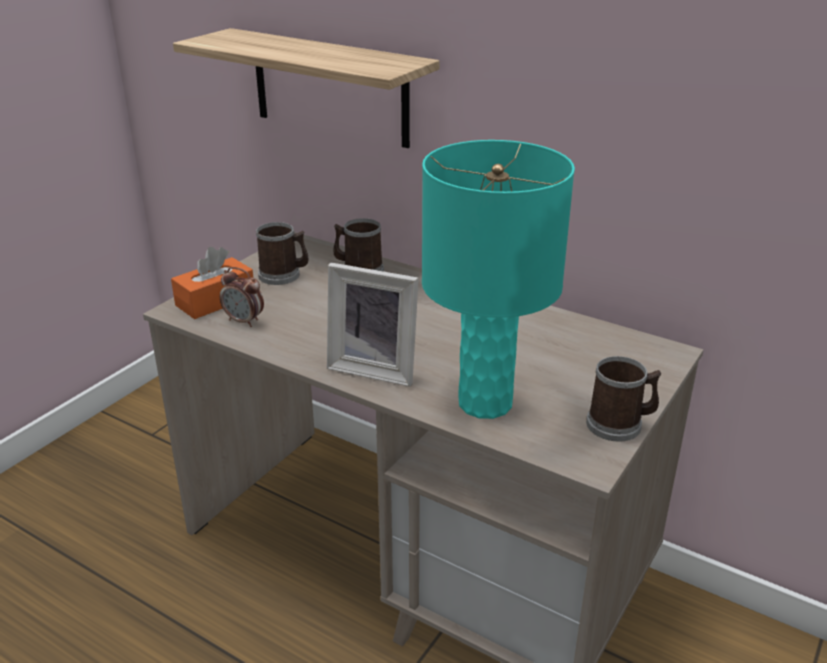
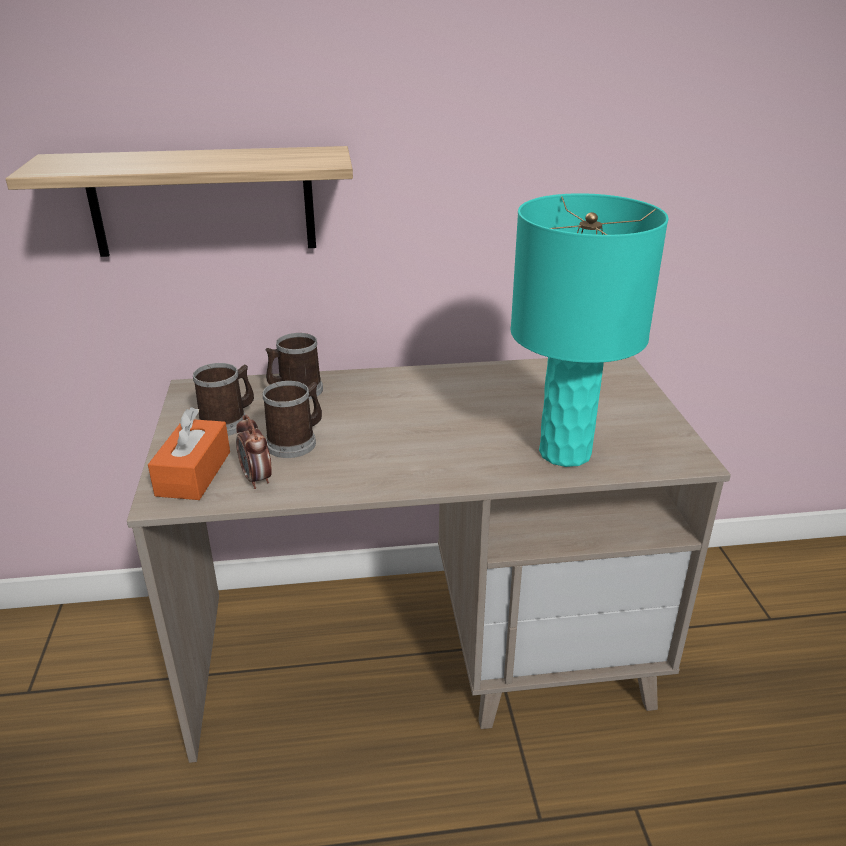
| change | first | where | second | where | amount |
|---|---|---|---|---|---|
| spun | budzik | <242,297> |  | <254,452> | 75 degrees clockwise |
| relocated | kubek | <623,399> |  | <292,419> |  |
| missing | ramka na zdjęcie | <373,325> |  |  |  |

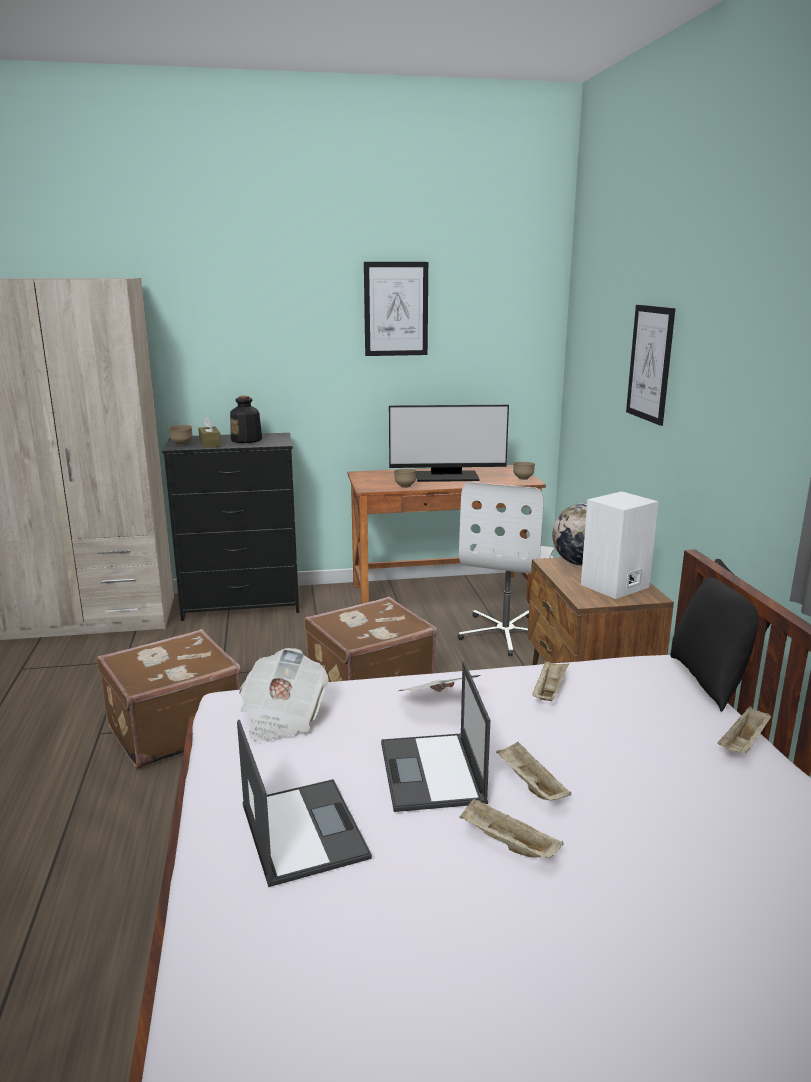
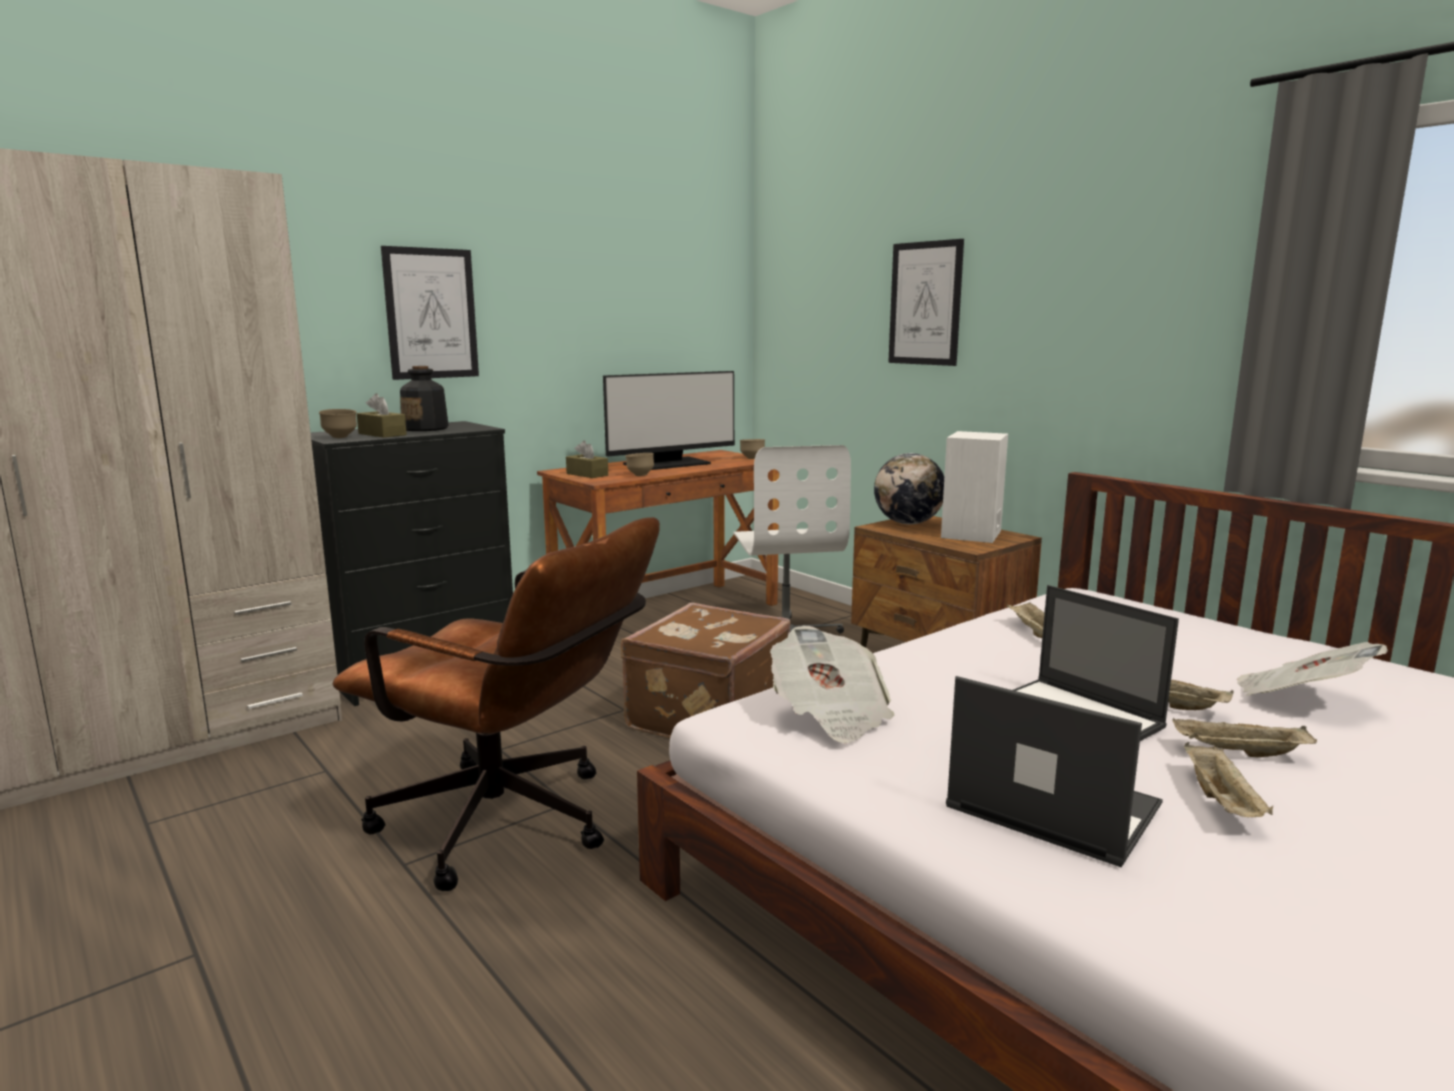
| change | first | where | second | where | amount |
|---|---|---|---|---|---|
| exchanged | walizka (brązowy) | <168,699> | krzesło biurowe (brązowy) | <496,704> |  |
| relocated | obraz | <396,309> |  | <430,313> |  |
| appeared |  |  | pudełko chusteczek (brązowy) | <587,459> |  |
| relocated | taca (beżowy) | <744,729> |  | <1228,779> |  |
| relocated | gazeta | <439,683> |  | <1312,669> |  |
| missing | poduszka (czarny) | <720,635> |  |  |  |

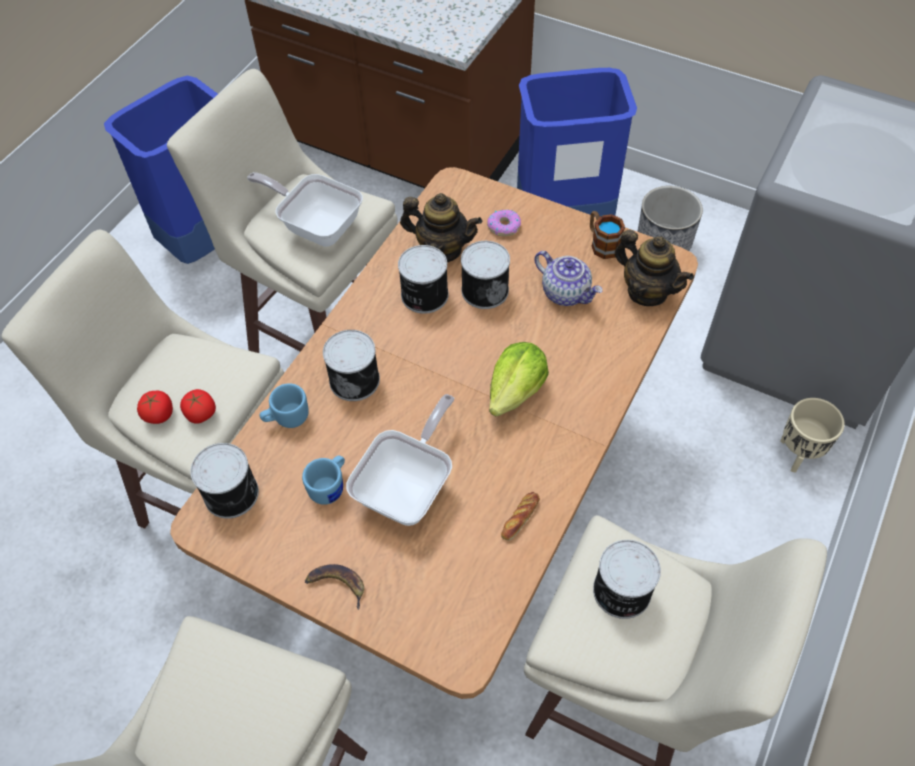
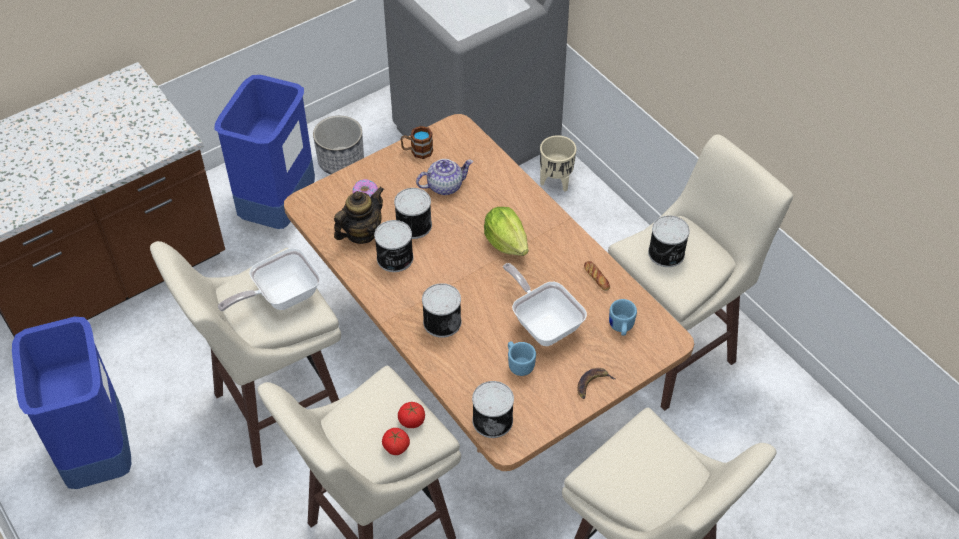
| change | first | where | second | where | amount |
|---|---|---|---|---|---|
| relocated | kubek (niebieski) | <284,405> |  | <623,317> |  |
| missing | imbryk | <654,267> |  |  |  |

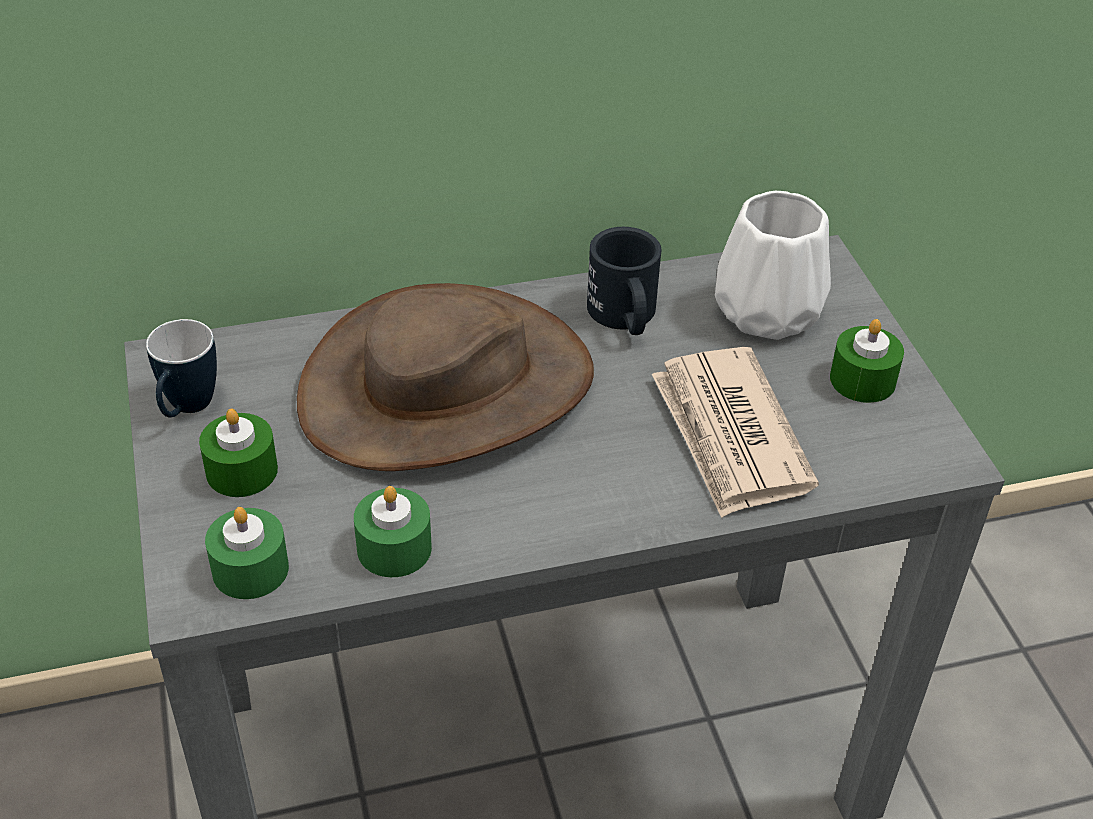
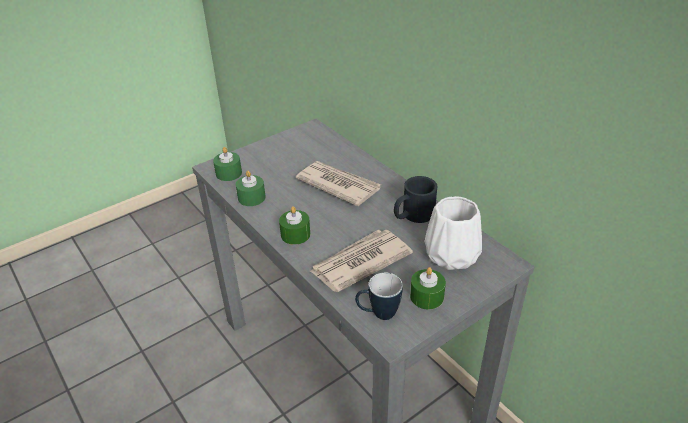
| change | first | where | second | where | amount |
|---|---|---|---|---|---|
| relocated | świeca (zielony) | <238,453> |  | <294,225> |  |
| exchanged | kapelusz (brązowy) | <445,377> | gazeta | <338,183> |  |
| relocated | kubek | <181,368> |  | <379,296> |  |

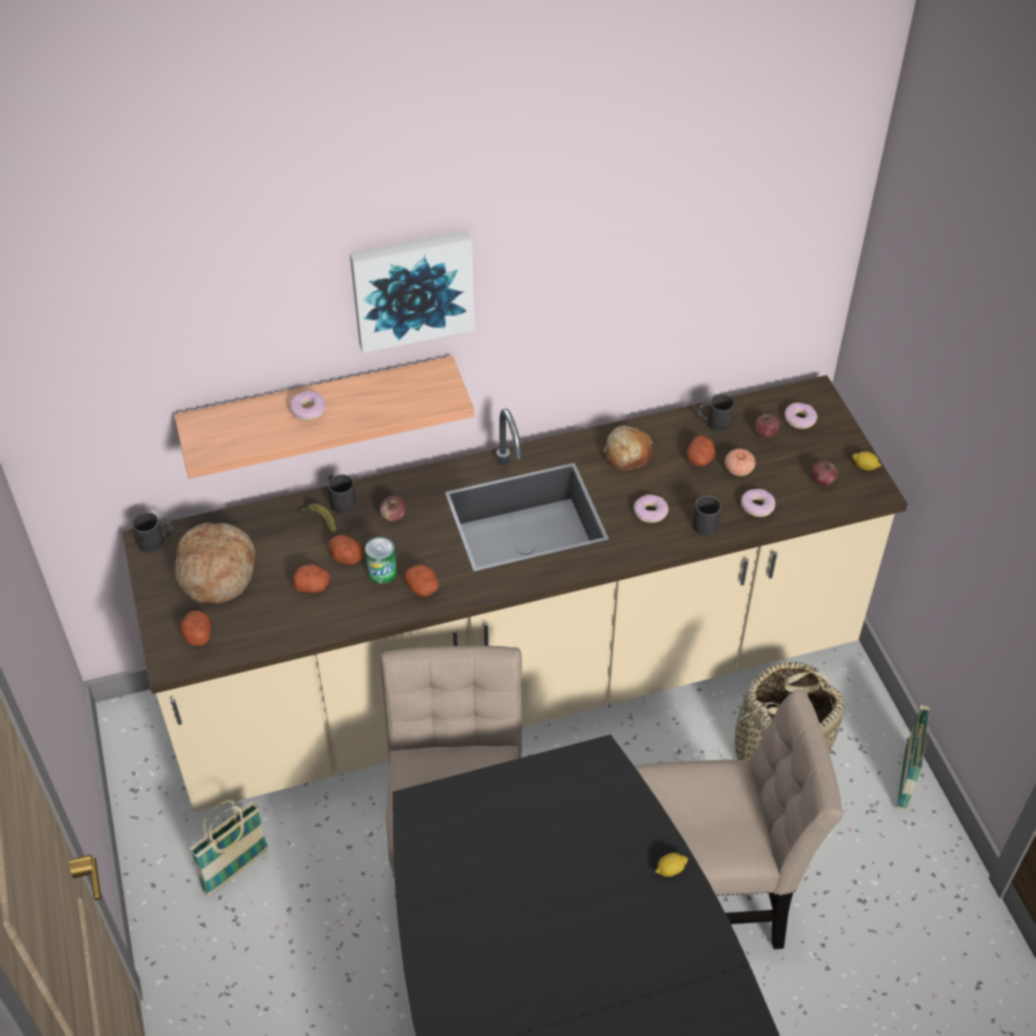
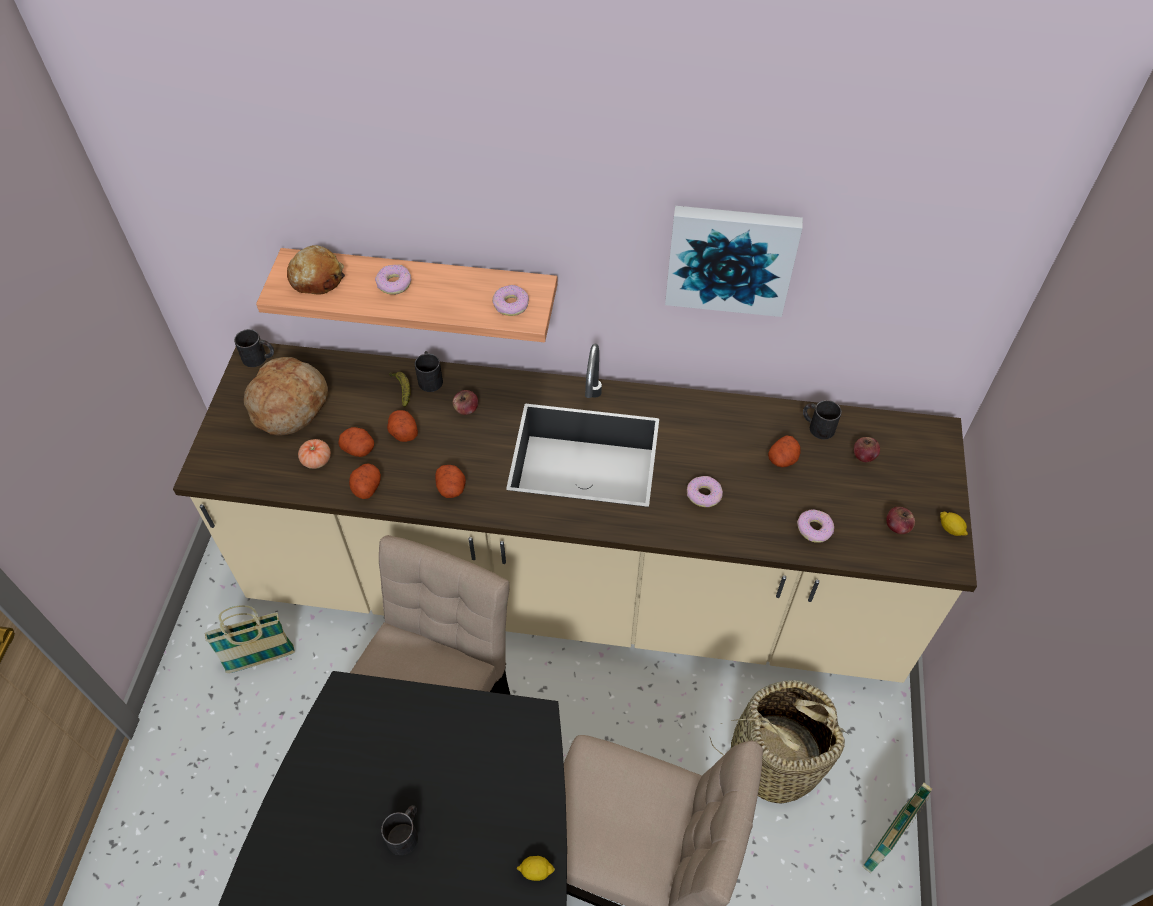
| change | first | where | second | where | amount |
|---|---|---|---|---|---|
| relocated | chleb | <628,448> |  | <316,269> |  |
| relocated | pomidor | <740,462> |  | <314,454> |  |
| relocated | ziemniak | <195,628> |  | <365,481> |  |
| relocated | kubek (czarny) | <706,514> |  | <399,830> |  |
| relocated | donut | <801,415> |  | <510,300> |  |
| relocated | obraz | <412,291> |  | <734,261> |  |
| missing | puszka | <381,560> |  |  |  |

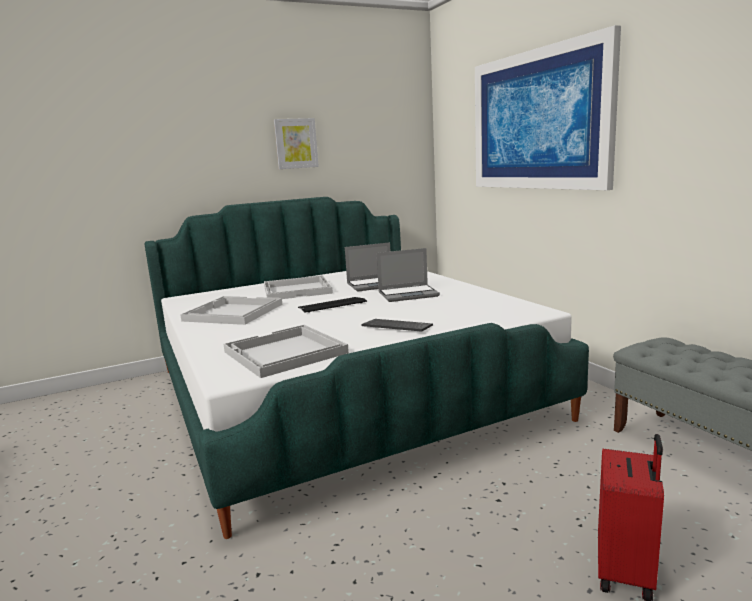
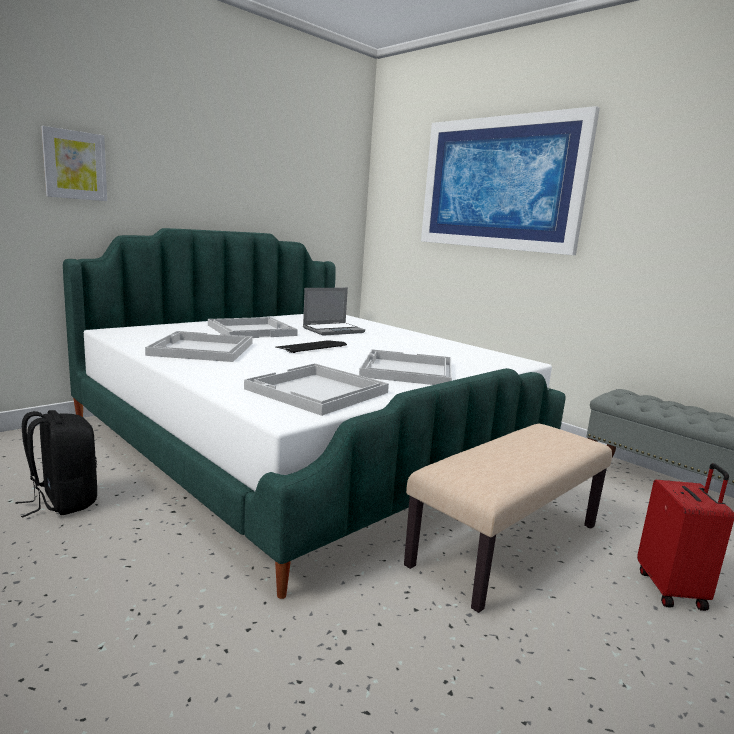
| change | first | where | second | where | amount |
|---|---|---|---|---|---|
| appeared |  |  | plecak (czarny) | <56,464> |  |
| relocated | obraz | <296,143> |  | <74,163> |  |
| exchanged | klawiatura | <397,325> | taca (biały) | <405,367> |  |
| appeared |  |  | ławka (beżowy) | <508,518> |  |
| missing | laptop | <408,275> |  |  |  |

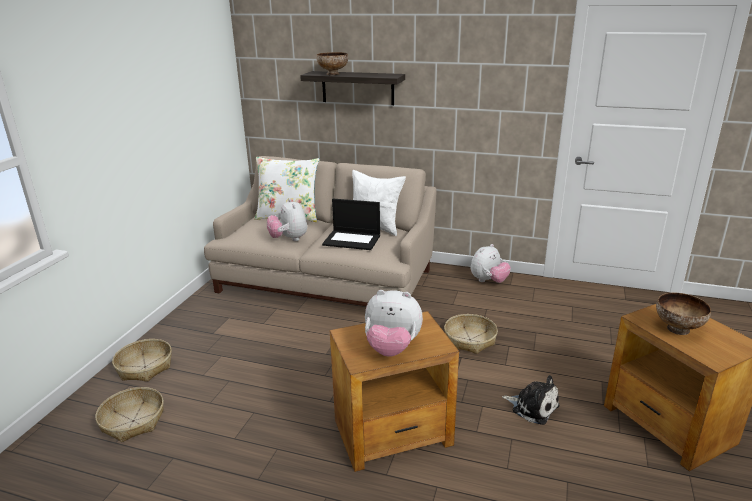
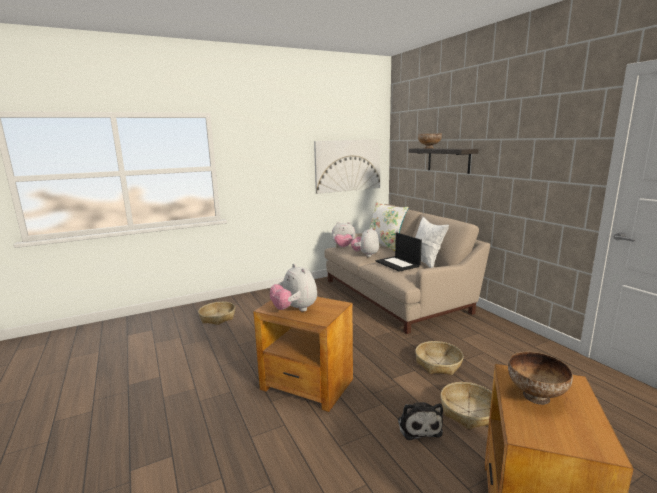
| change | first | where | second | where | amount |
|---|---|---|---|---|---|
| appeared |  |  | obraz | <347,166> |  |
| relocated | pluszak | <491,263> |  | <344,234> |  |
| relocated | koszyk | <142,360> |  | <466,405> |  |

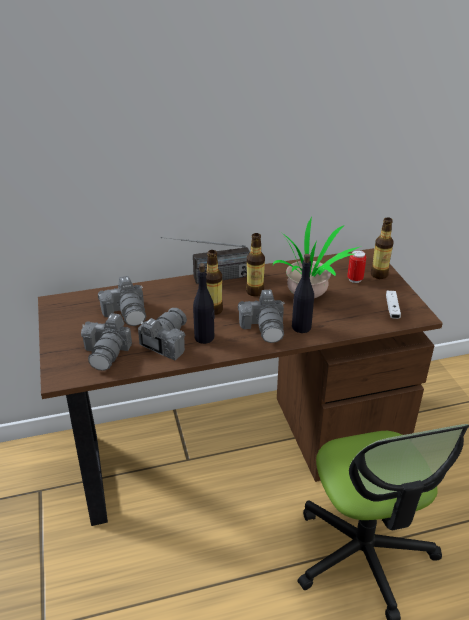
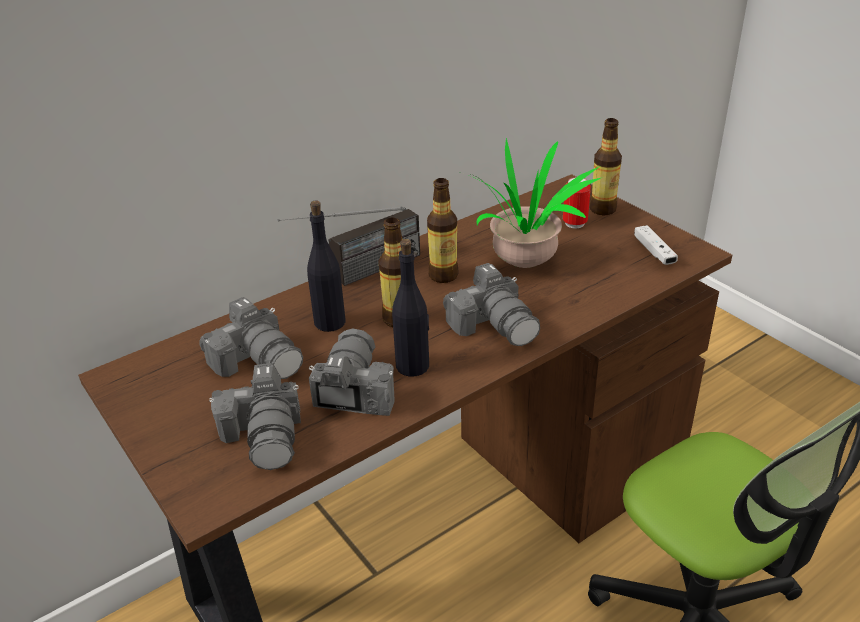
| change | first | where | second | where | amount |
|---|---|---|---|---|---|
| relocated | butelka (czarny) | <303,293> |  | <326,266> |  |

